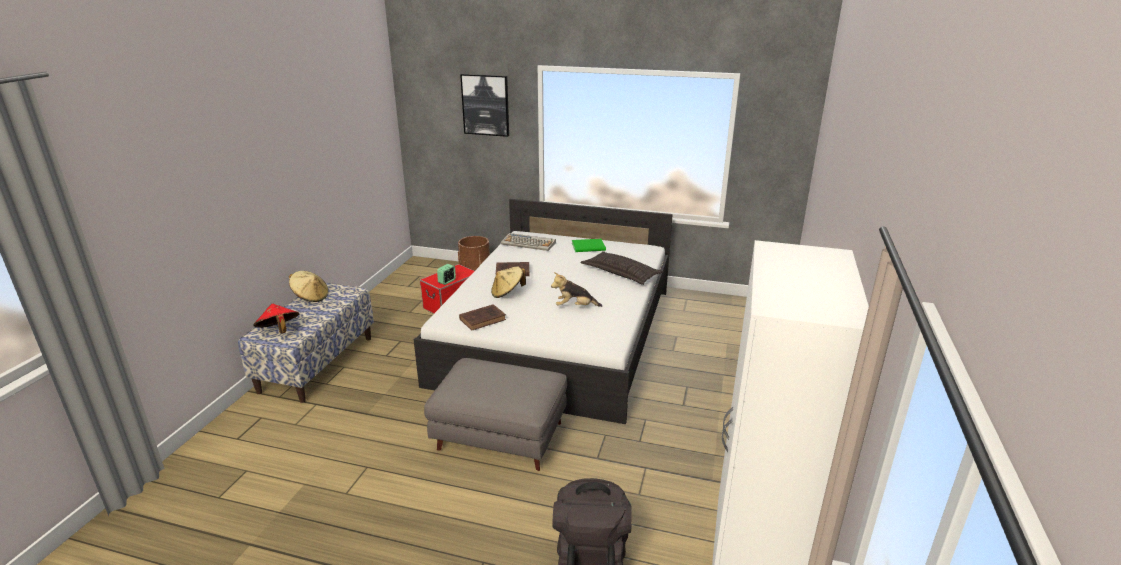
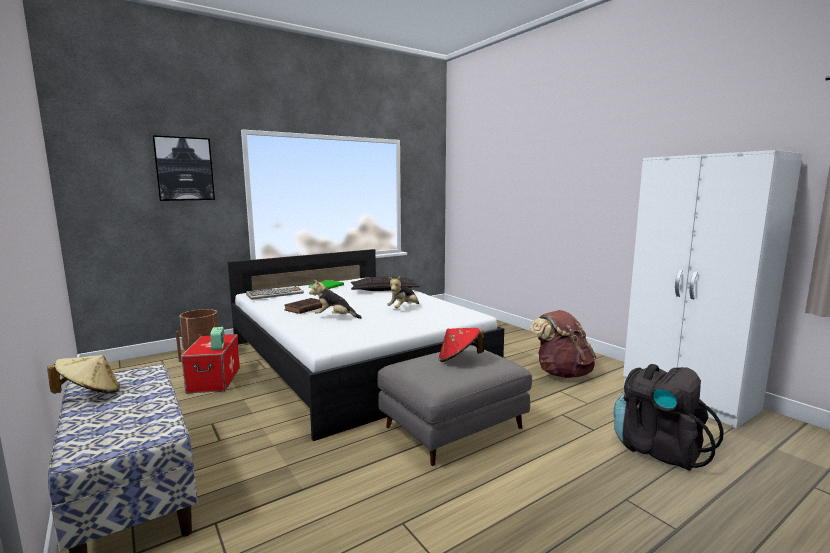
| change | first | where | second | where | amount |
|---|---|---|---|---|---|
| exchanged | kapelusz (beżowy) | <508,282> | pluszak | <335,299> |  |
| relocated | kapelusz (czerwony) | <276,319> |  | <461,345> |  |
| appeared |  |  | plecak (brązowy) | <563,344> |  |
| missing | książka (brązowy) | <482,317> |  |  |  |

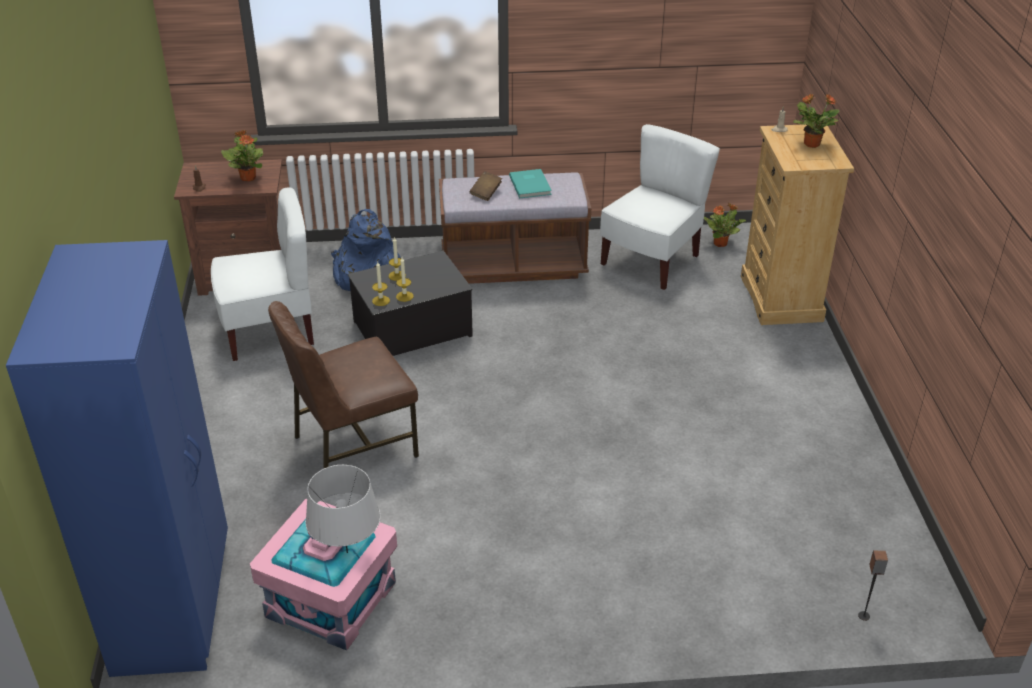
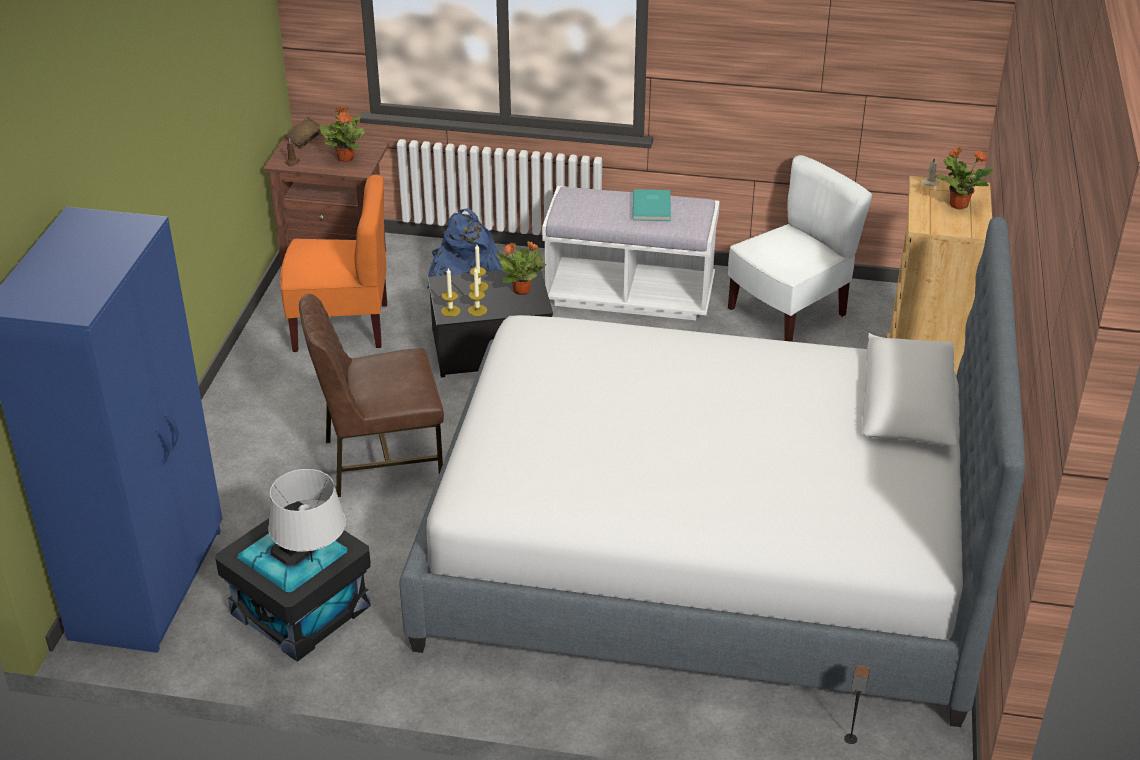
| change | first | where | second | where | amount |
|---|---|---|---|---|---|
| colour | pojemnik do przechowywania (różowy) | <323,575> | pojemnik do przechowywania (czarny) | <293,582> |  |
| colour | krzesło (biały) | <262,274> | krzesło (pomarańczowy) | <333,263> |  |
| relocated | książka (brązowy) | <485,186> |  | <302,133> |  |
| appeared |  |  | łóżko | <712,471> |  |
| relocated | roślina doniczkowa | <725,225> |  | <521,268> |  |
| colour | ławka (brązowy) | <515,228> | ławka (biały) | <631,253> |  |

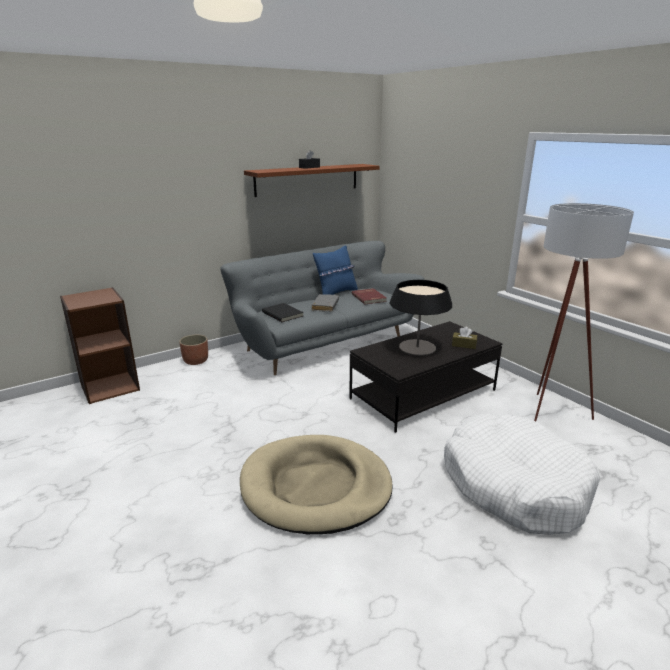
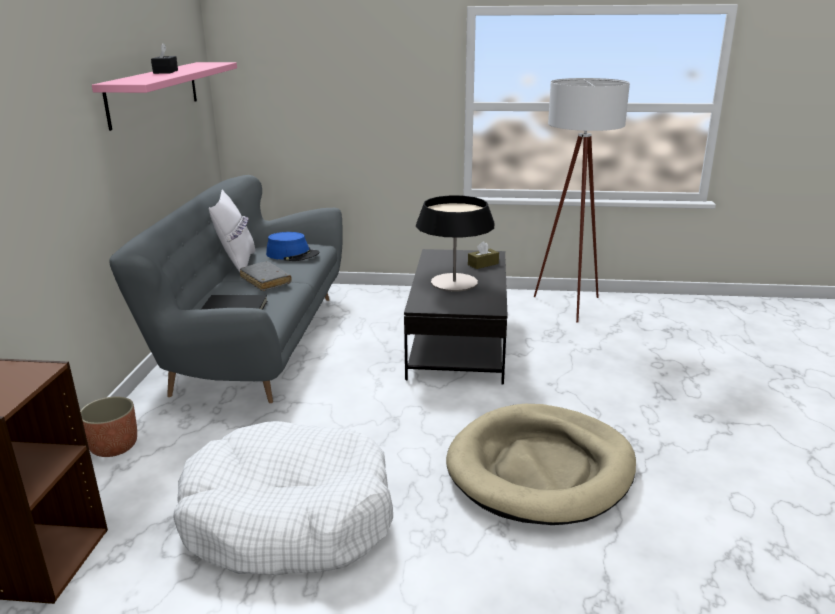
| change | first | where | second | where | amount |
|---|---|---|---|---|---|
| colour | półka (brązowy) | <311,180> | półka (różowy) | <164,96> |  |
| relocated | legowisko (biały) | <522,474> |  | <283,498> |  |
| colour | poduszka (niebieski) | <335,270> | poduszka (biały) | <232,231> |  |
| exchanged | książka (czerwony) | <369,296> | kapelusz (niebieski) | <292,246> |  |

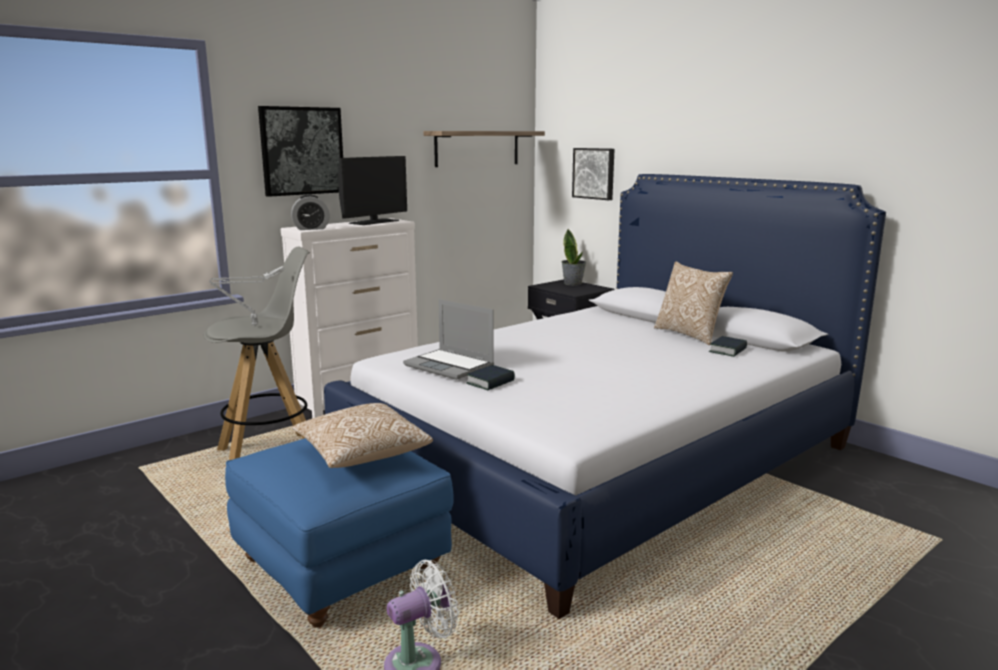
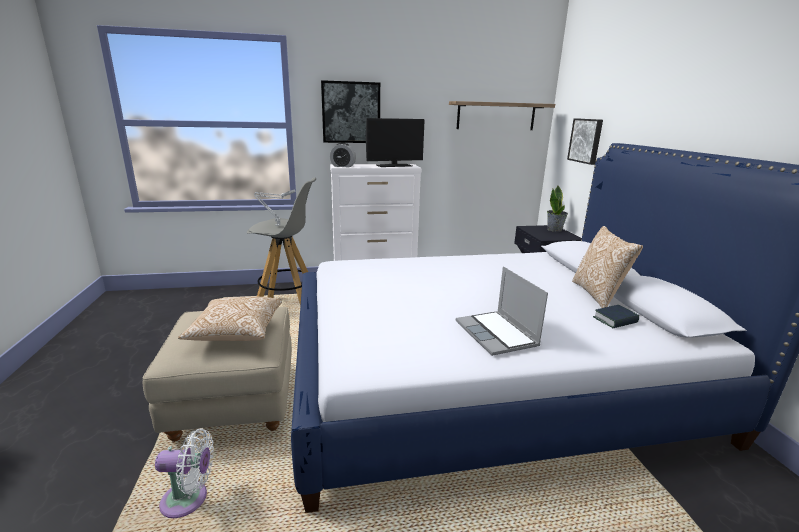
| change | first | where | second | where | amount |
|---|---|---|---|---|---|
| colour | pufa (niebieski) | <339,533> | pufa (beżowy) | <217,374> |  |
| relocated | laptop | <448,339> |  | <502,311> |  |
| missing | książka | <490,377> |  |  |  |

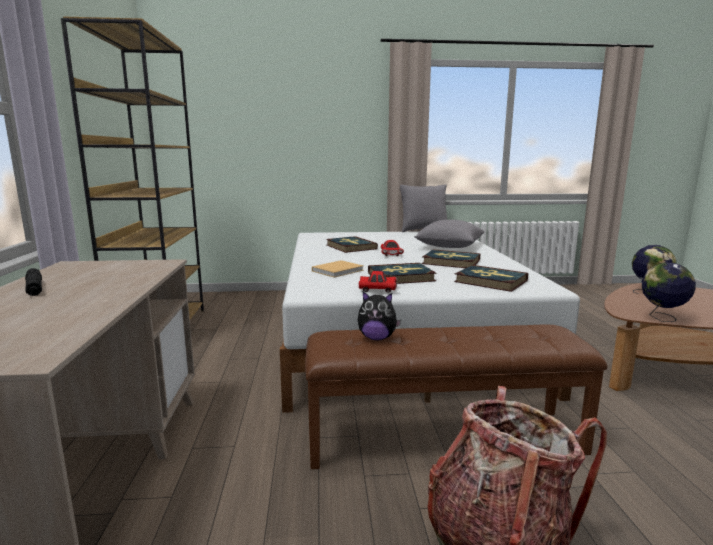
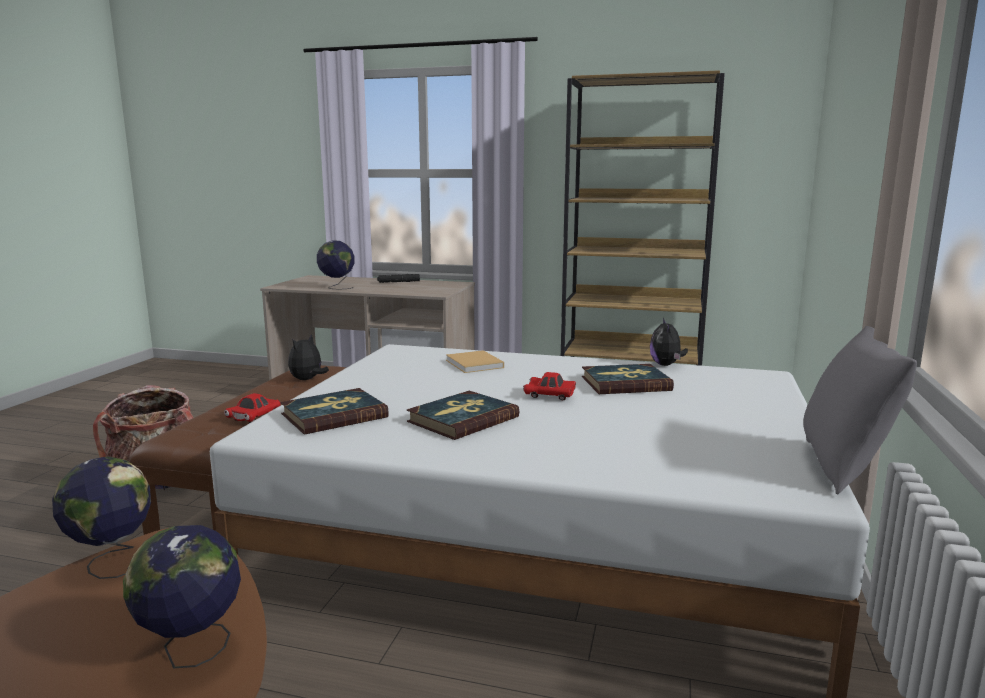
| change | first | where | second | where | amount |
|---|---|---|---|---|---|
| relocated | samochodzik (czerwony) | <378,282> |  | <252,408> |  |
| appeared |  |  | globus | <336,264> |  |
| appeared |  |  | pluszak | <669,342> |  |
| missing | książka | <402,273> |  |  |  |
| missing | poduszka (szary) | <449,234> |  |  |  |

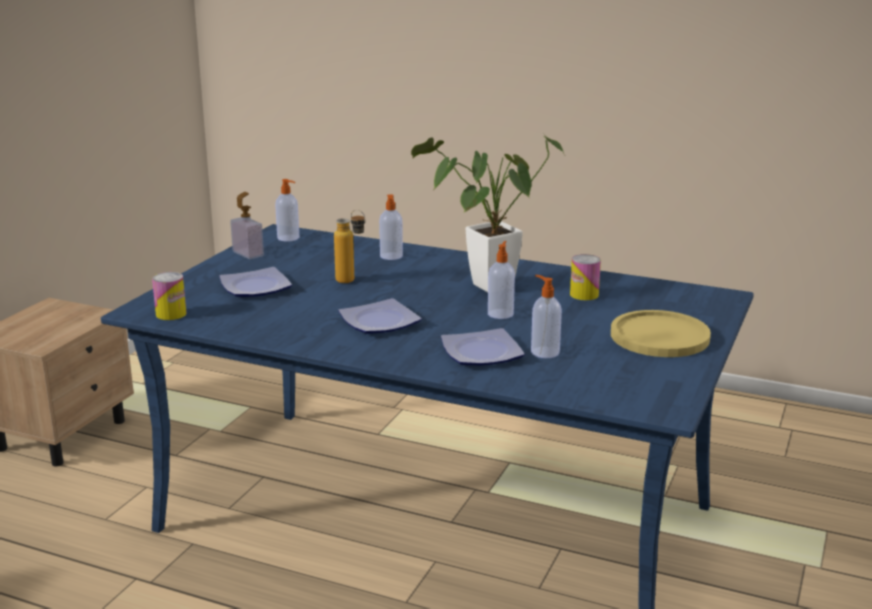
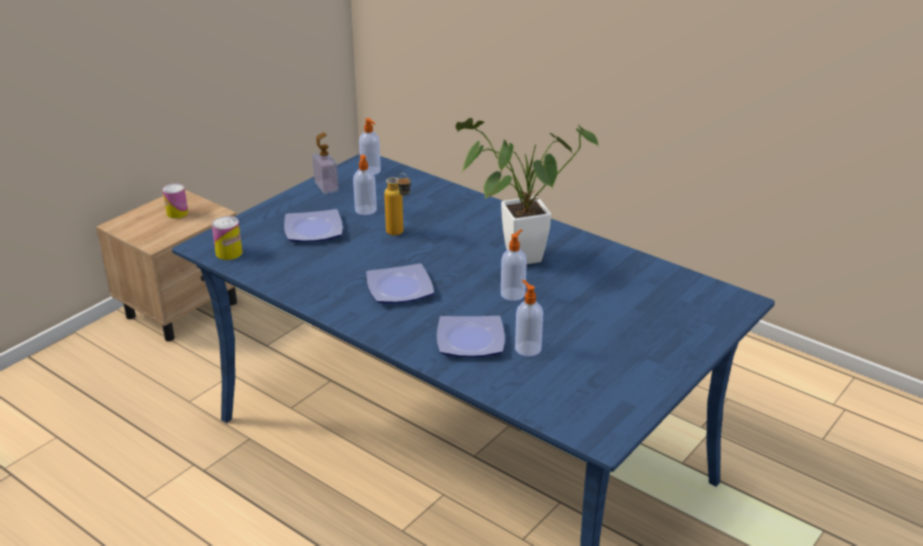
| change | first | where | second | where | amount |
|---|---|---|---|---|---|
| relocated | puszka | <585,277> |  | <175,201> |  |
| relocated | dozownik mydła | <391,227> |  | <365,185> |  |
| missing | talerz (żółty) | <661,333> |  |  |  |

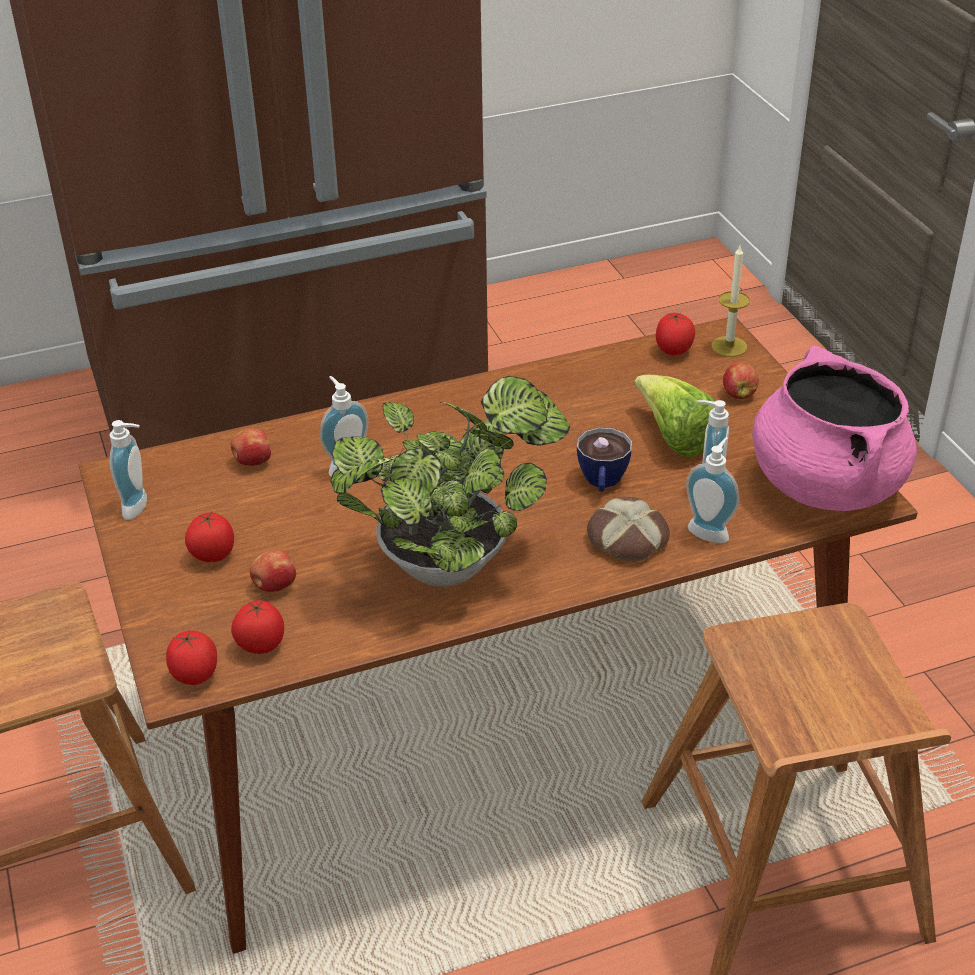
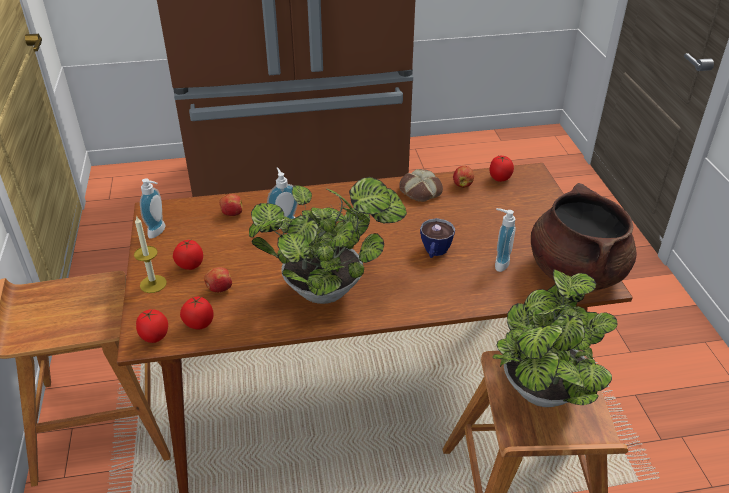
| change | first | where | second | where | amount |
|---|---|---|---|---|---|
| relocated | świeca | <730,301> |  | <150,255> |  |
| relocated | chleb | <628,529> |  | <421,185> |  |
| relocated | jabłko | <741,380> |  | <463,177> |  |
| appeared |  |  | roślina doniczkowa | <555,338> |  |
| colour | garnek (różowy) | <834,428> | garnek (brązowy) | <583,236> |  |
| missing | sałata | <674,416> |  |  |  |
| missing | dozownik mydła | <712,490> |  |  |  |

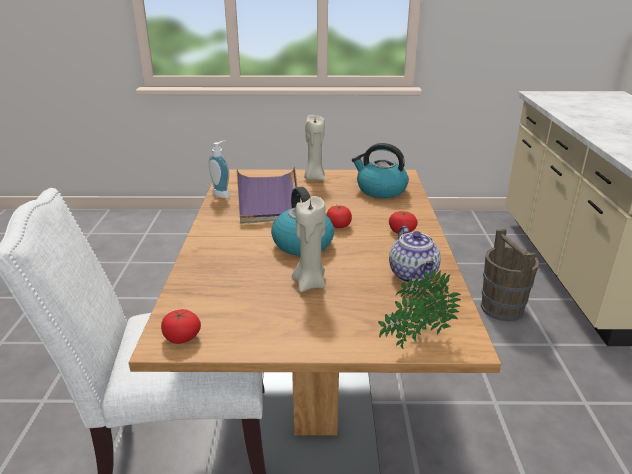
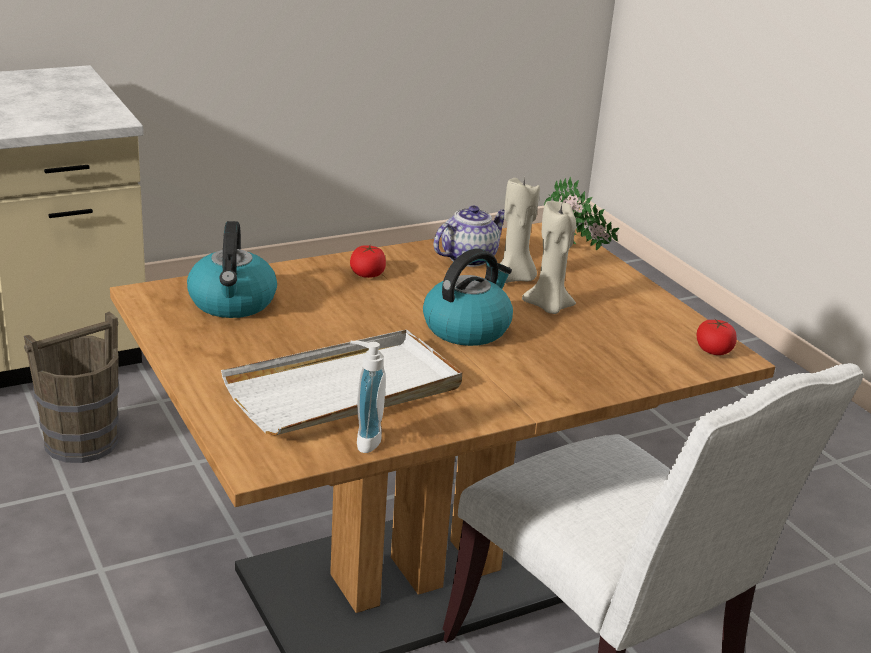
| change | first | where | second | where | amount |
|---|---|---|---|---|---|
| colour | taca (fioletowy) | <266,195> | taca (biały) | <341,382> |  |
| relocated | świeca (beżowy) | <314,147> |  | <520,230> |  |
| missing | pomidor | <339,216> |  |  |  |

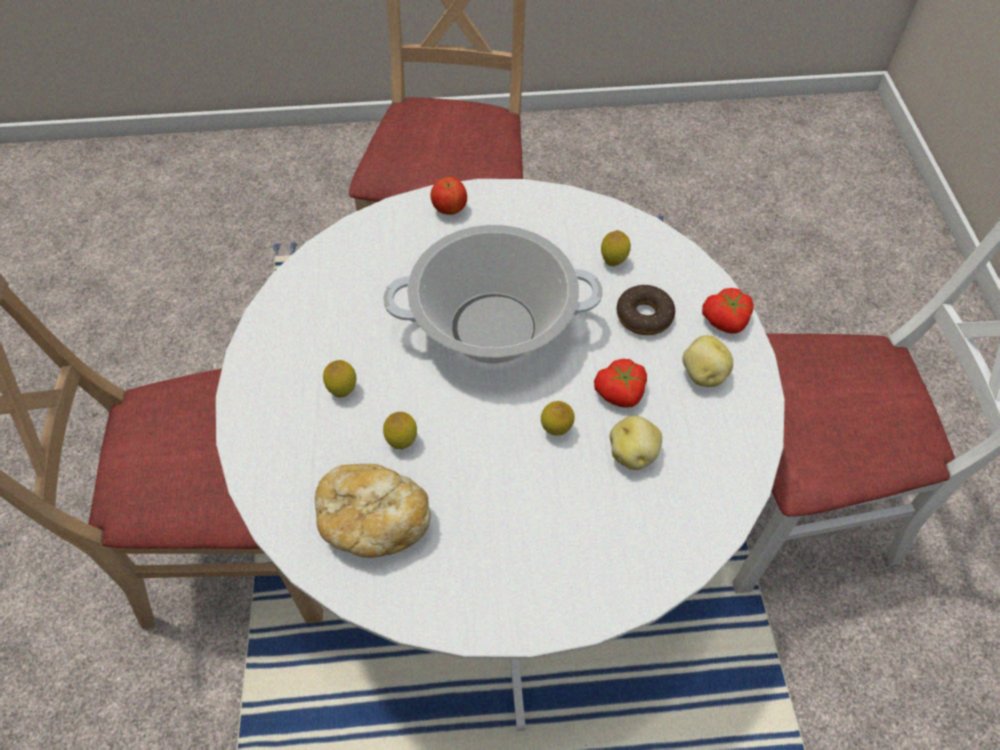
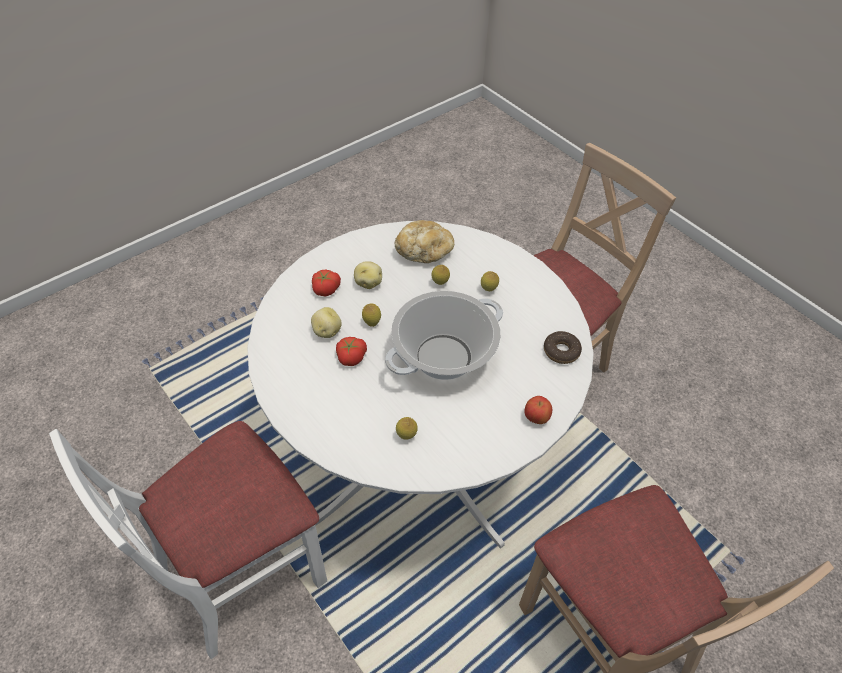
| change | first | where | second | where | amount |
|---|---|---|---|---|---|
| relocated | pomidor | <728,311> |  | <326,283> |  |
| relocated | ziemniak | <708,361> |  | <368,275> |  |
| relocated | donut | <646,310> |  | <563,347> |  |

